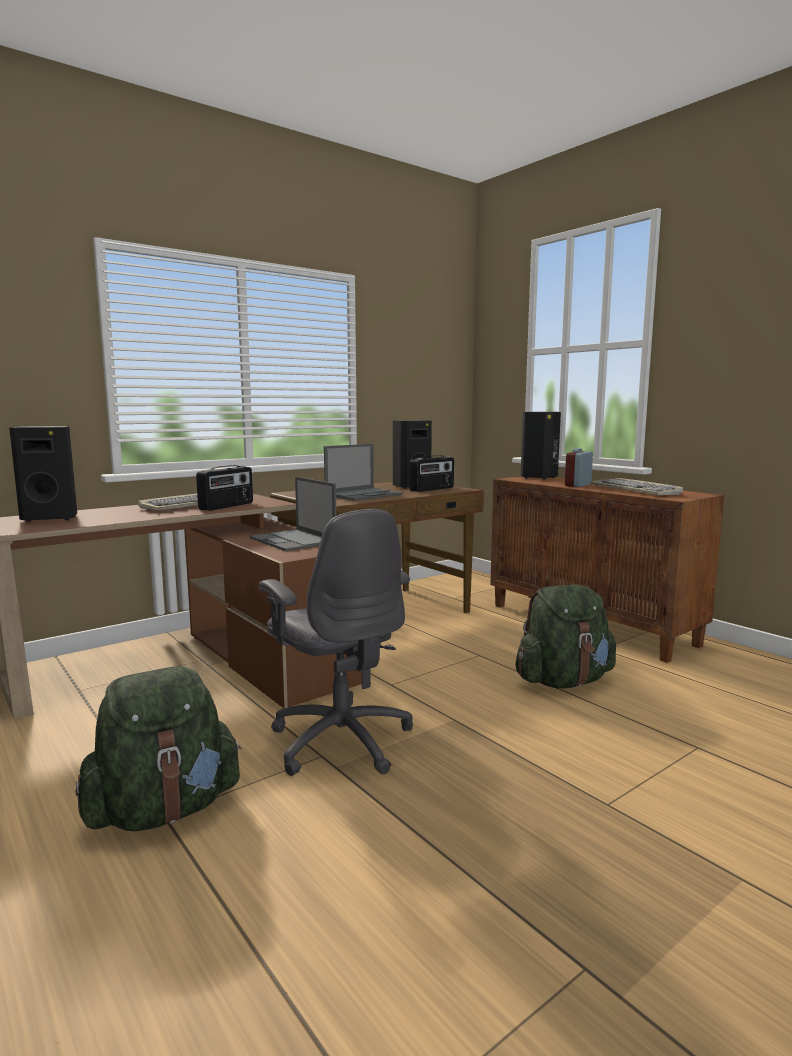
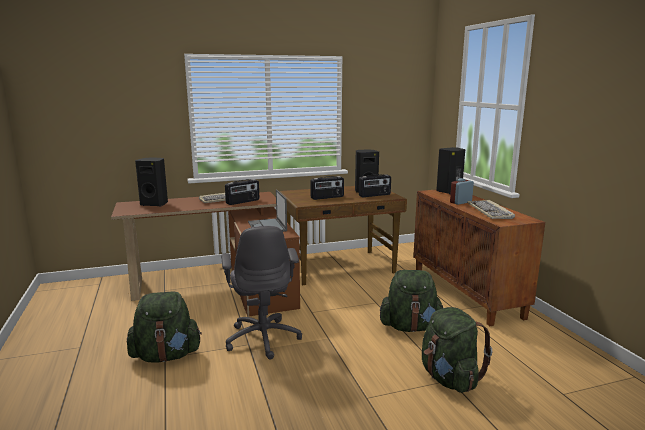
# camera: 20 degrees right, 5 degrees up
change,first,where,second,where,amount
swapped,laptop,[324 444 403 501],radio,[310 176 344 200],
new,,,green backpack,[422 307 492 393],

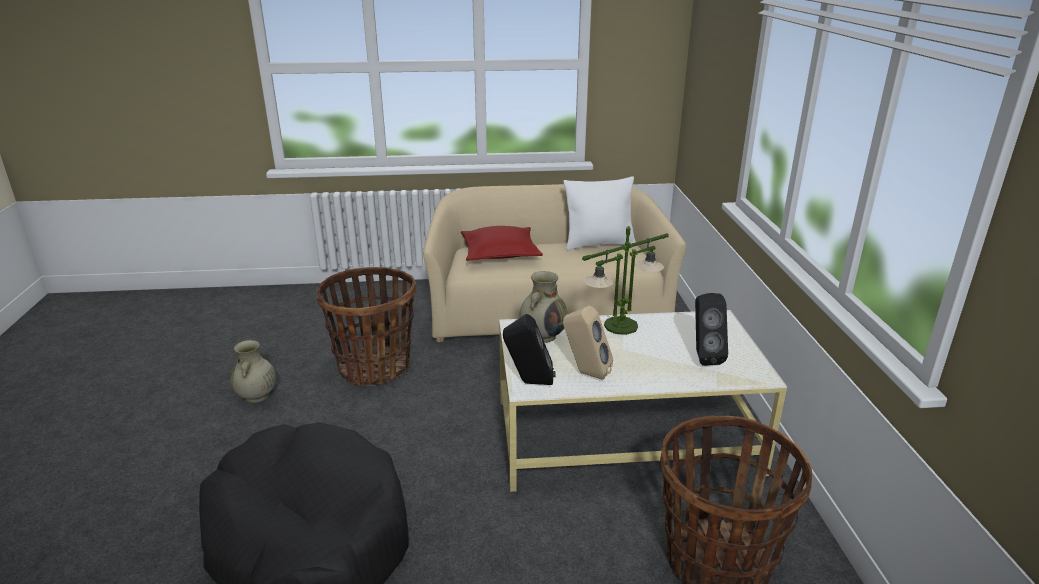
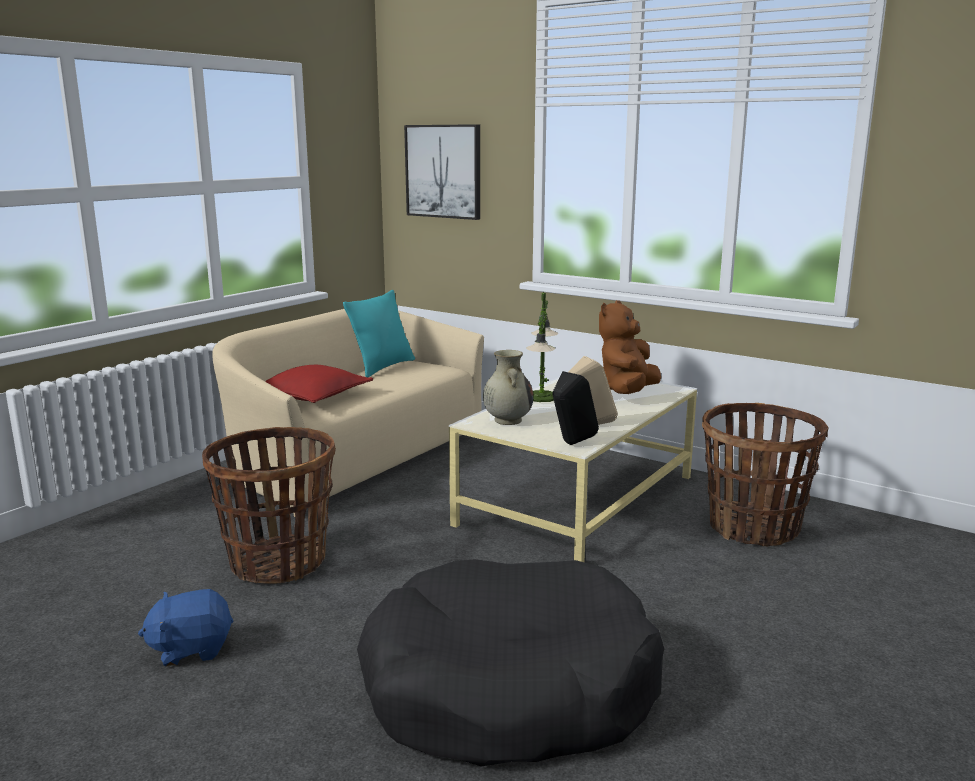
# camera: 50 degrees left, 10 degrees down
change,first,where,second,where,amount
swapped,beige vase,[231 340 276 403],blue plush toy,[138 589 233 667],
repainted,white pillow,[564 176 636 250],turquoise pillow,[343 290 415 377],
swapped,black speaker,[695 293 728 366],brown plush toy,[599 300 661 394],
new,,,picture,[404 124 480 220],

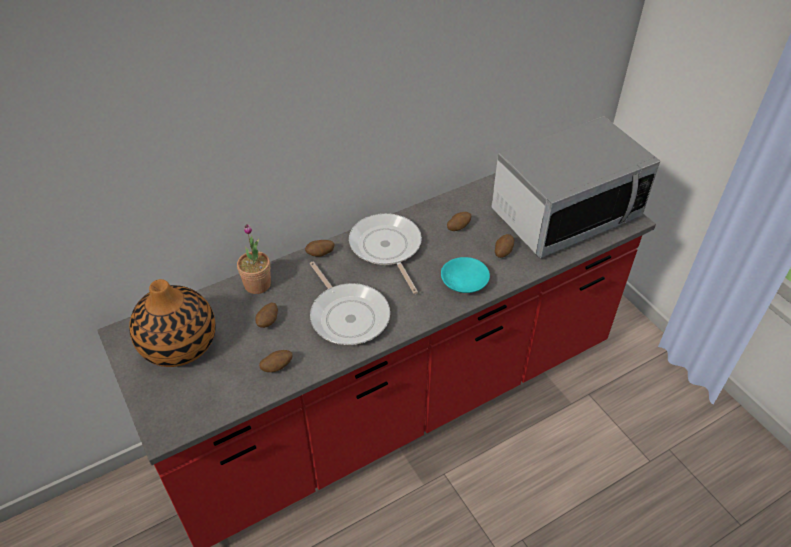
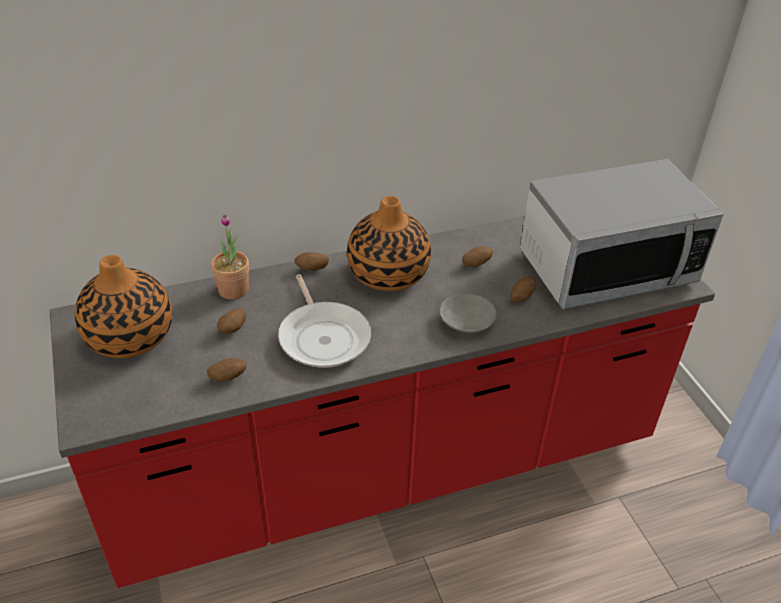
# camera: 10 degrees right, 5 degrees down
change,first,where,second,where,amount
swapped,frying pan,[349 213 422 294],vase,[347 196 431 291],
repainted,turquoise bowl,[441 257 490 293],grey bowl,[440 294 497 333],

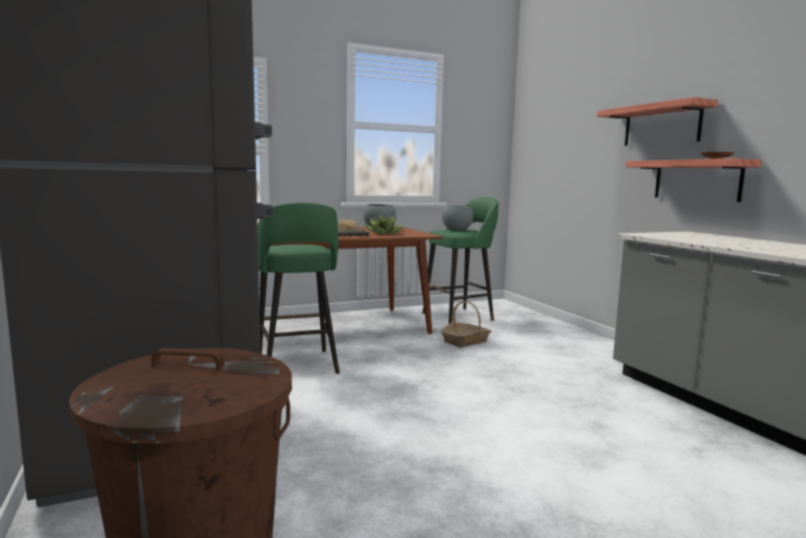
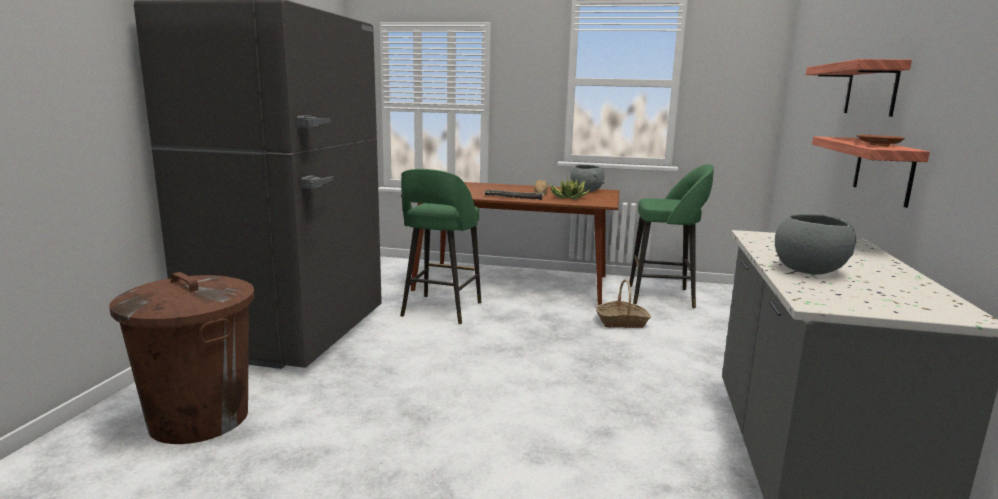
# camera: 35 degrees right, 5 degrees up
change,first,where,second,where,amount
shifted,grey bowl,[442 206 474 230],,[775 214 856 275],

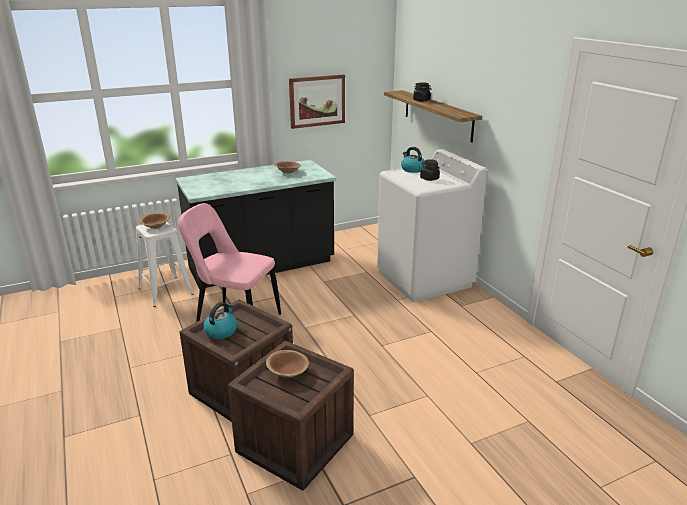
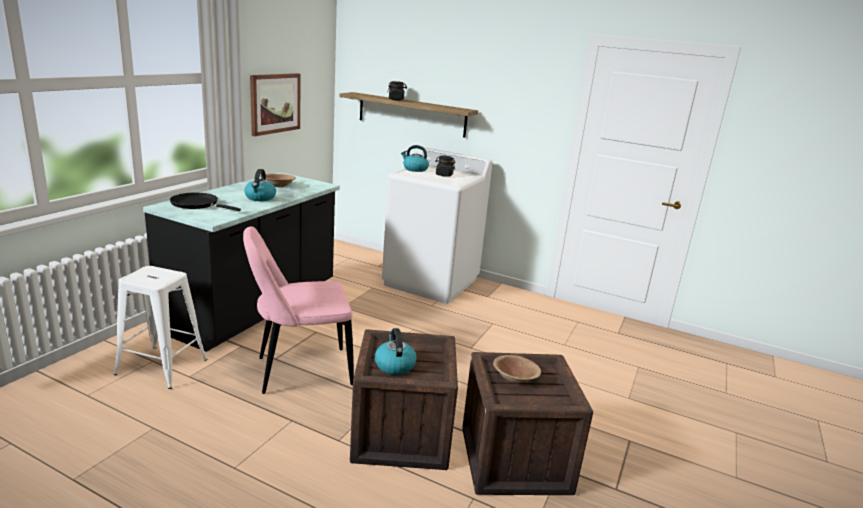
# camera: 40 degrees left, 5 degrees down
change,first,where,second,where,amount
gone,brown bowl,[139 212 170 229],,,
new,,,black frying pan,[170 193 241 211],
new,,,kettle,[244 169 276 201],

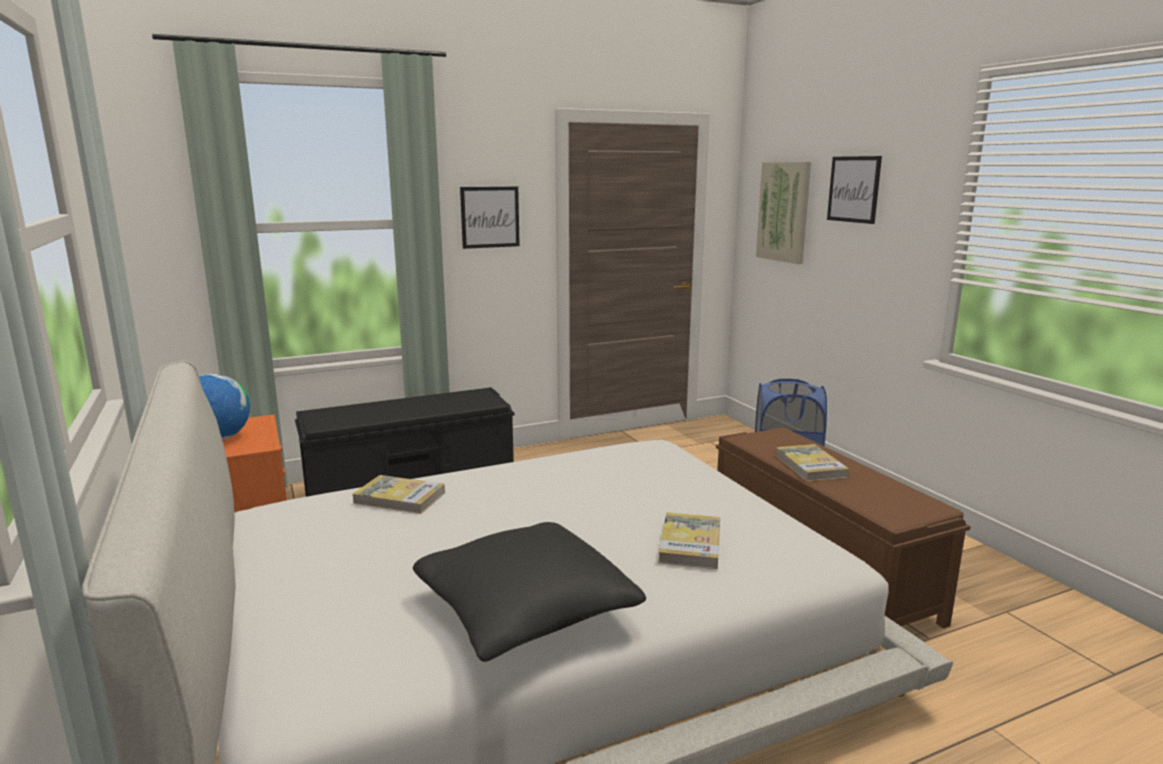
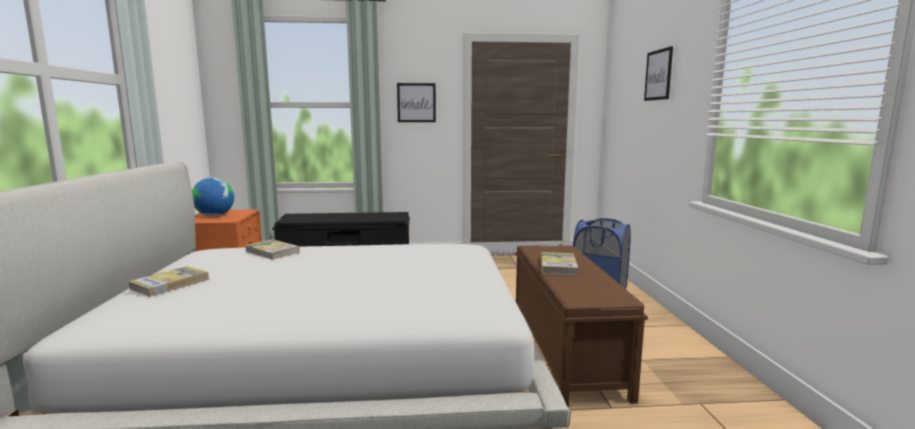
# camera: 20 degrees right, 5 degrees down
change,first,where,second,where,amount
gone,black pillow,[413 522 646 662],,,
shifted,book,[658 512 720 569],,[128 266 209 297],
gone,picture,[756 162 811 264],,,

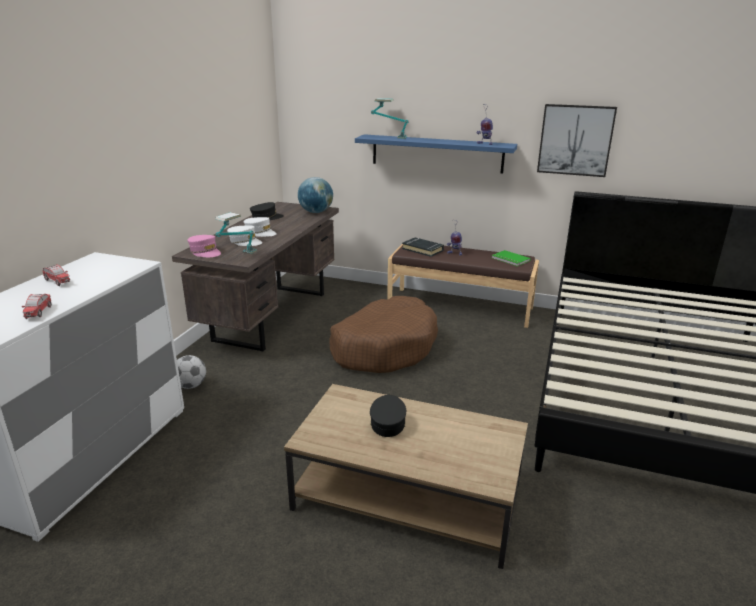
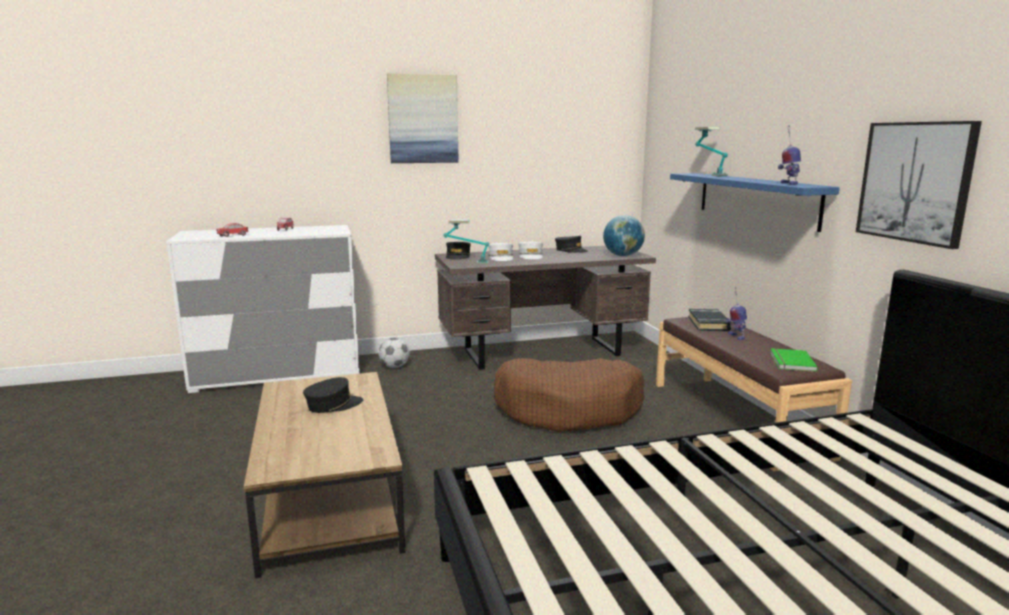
# camera: 55 degrees right, 10 degrees down
change,first,where,second,where,amount
repainted,pink cap,[187 235 221 257],black cap,[446 242 471 260],
new,,,picture,[387 73 459 163],

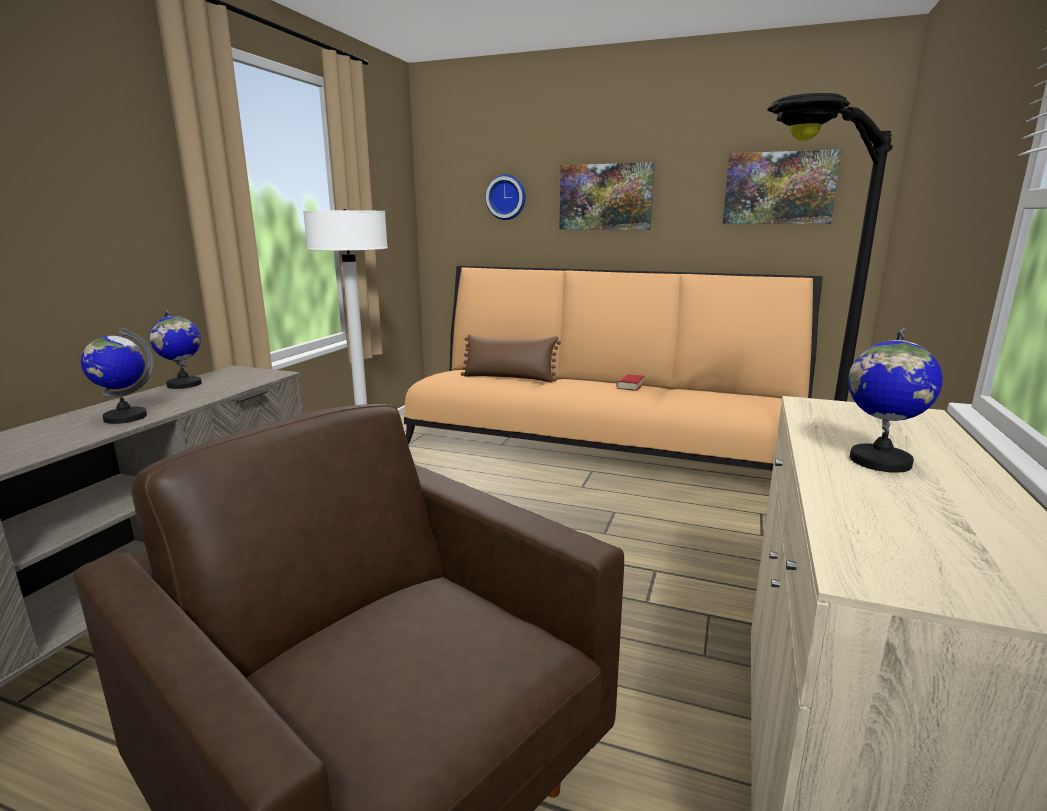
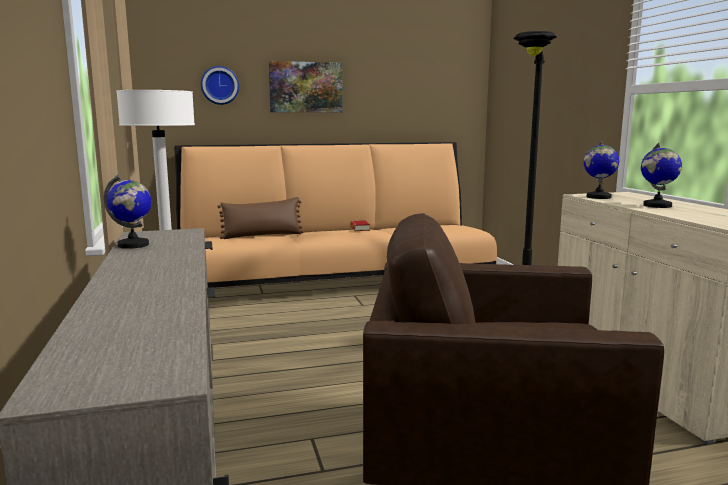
# camera: 35 degrees left, 5 degrees down
change,first,where,second,where,amount
shifted,globe,[81 328 154 424],,[584 140 619 199],
gone,picture,[723 150 842 224],,,

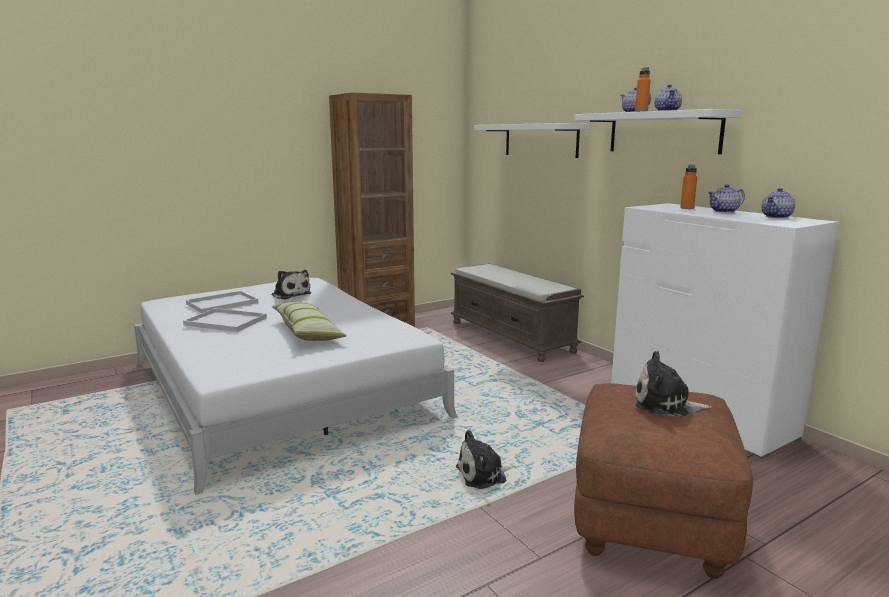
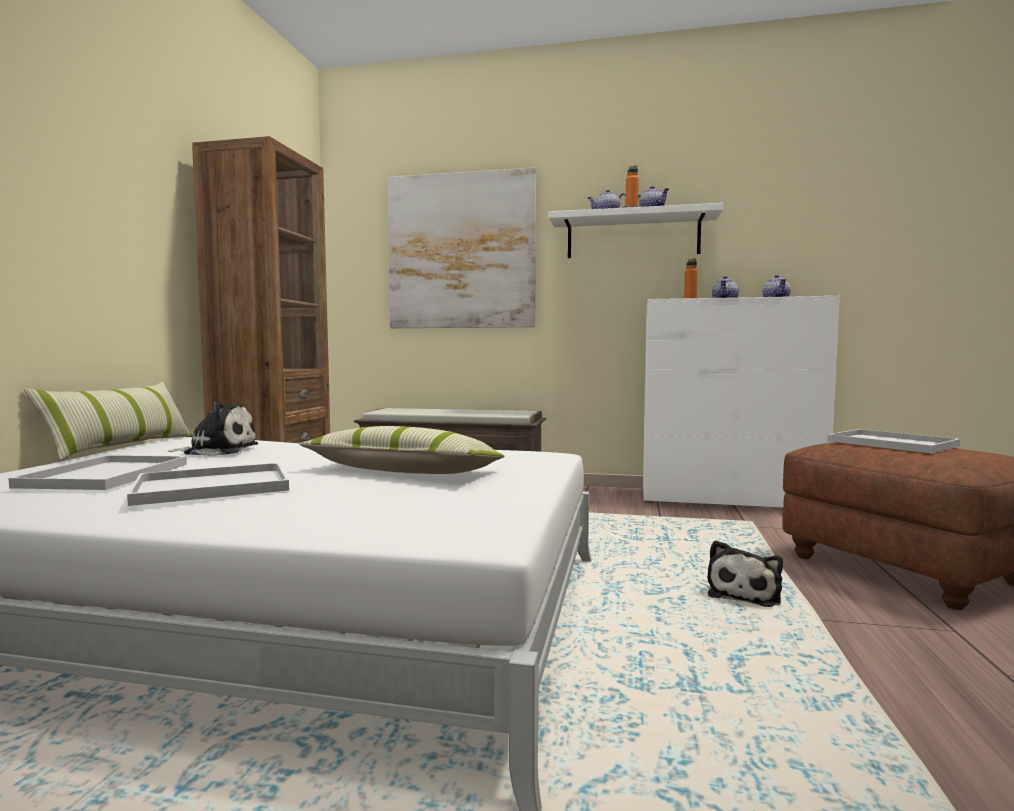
# camera: 45 degrees left, 10 degrees down
change,first,where,second,where,amount
swapped,white shelf,[474 123 589 158],picture,[387 167 536 328],
swapped,plush toy,[636 351 712 417],white tray,[827 429 961 453],
new,,,pillow,[24 382 193 460],

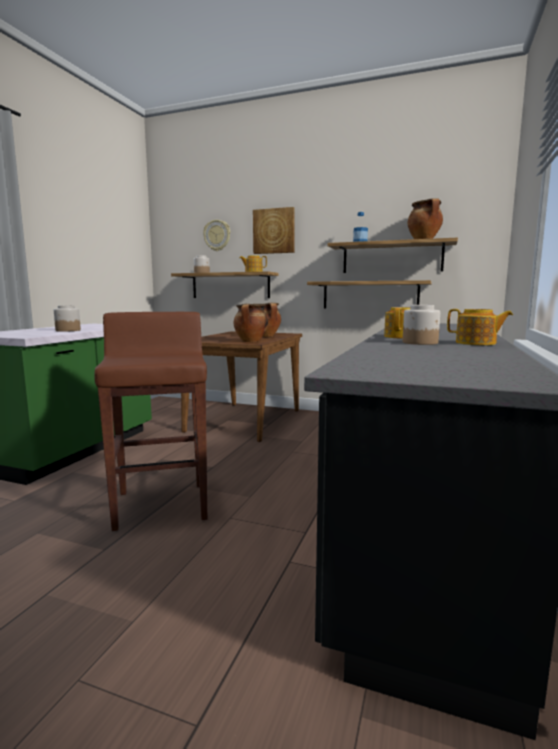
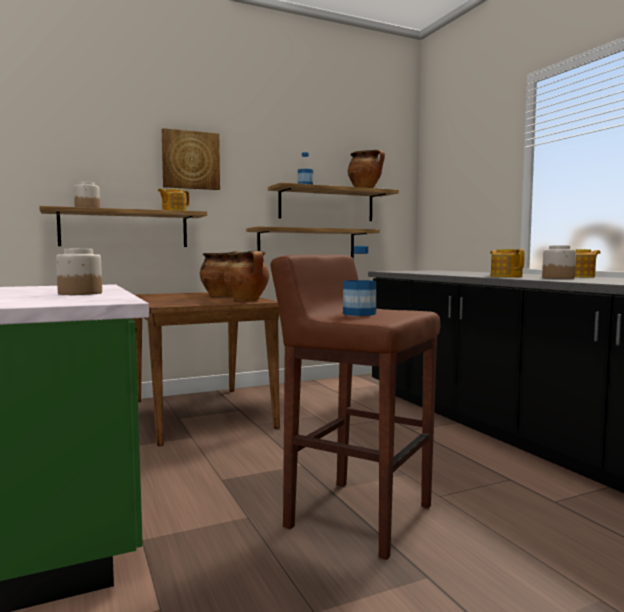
# camera: 45 degrees left, 5 degrees down
change,first,where,second,where,amount
gone,wall clock,[203 220 230 251],,,
new,,,bottle,[343 246 376 316],

